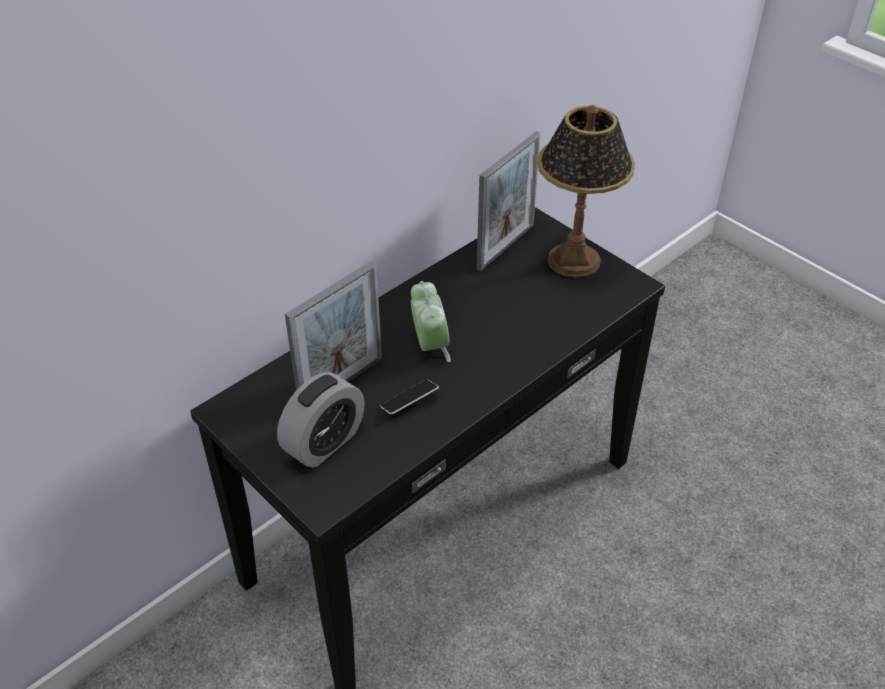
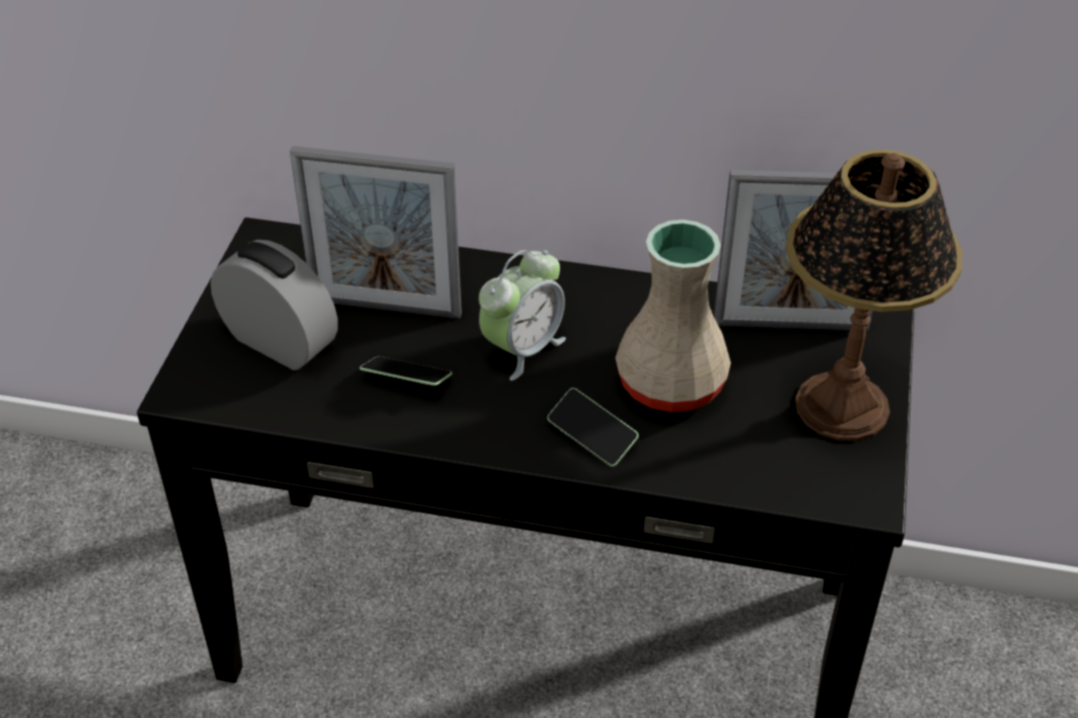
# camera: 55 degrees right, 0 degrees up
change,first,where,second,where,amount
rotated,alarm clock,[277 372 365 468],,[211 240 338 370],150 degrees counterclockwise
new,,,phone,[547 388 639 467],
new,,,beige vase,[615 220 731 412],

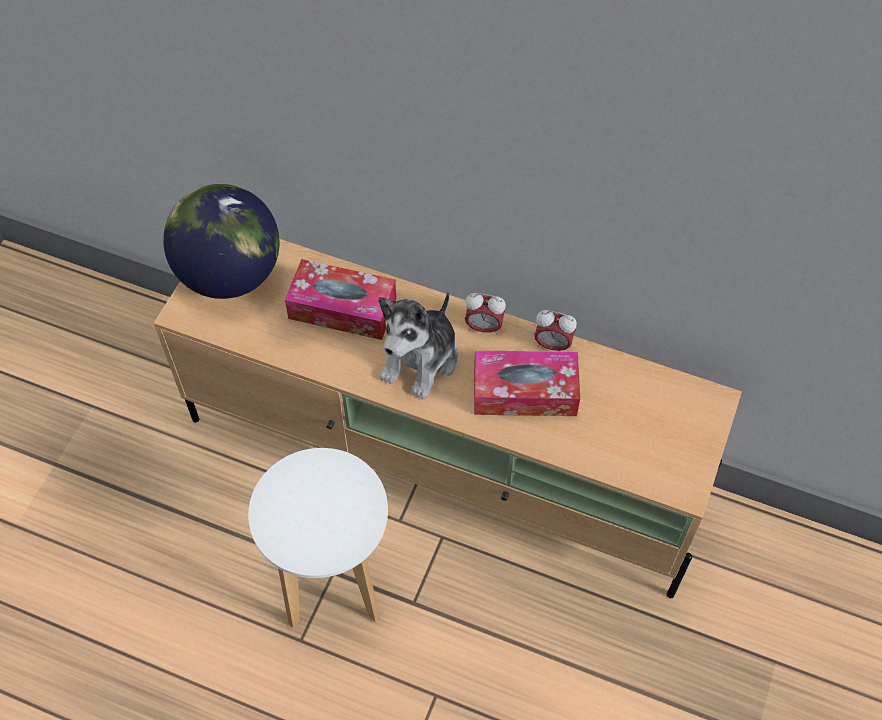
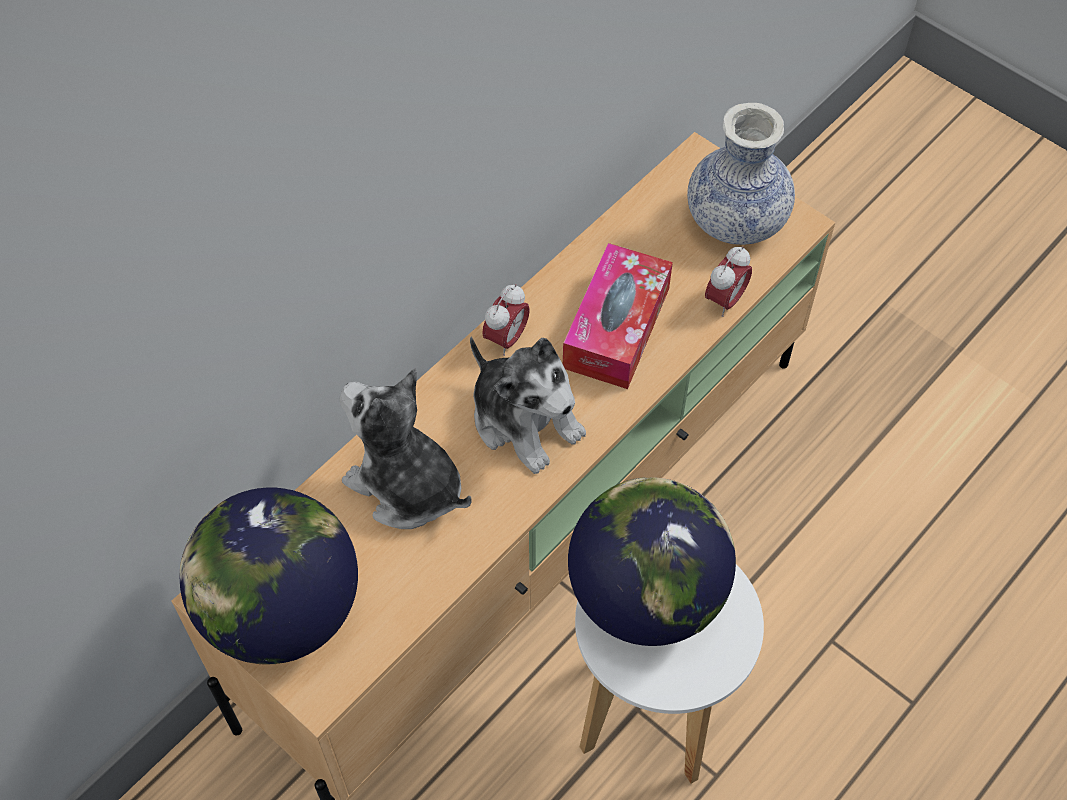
# camera: 70 degrees left, 0 degrees up
change,first,where,second,where,amount
swapped,tissue box,[285 259 396 340],plush toy,[340 368 472 529],
shifted,alarm clock,[534 310 577 352],,[705 246 752 317],
new,,,globe,[568 477 736 646],
new,,,vase,[687 103 795 245],

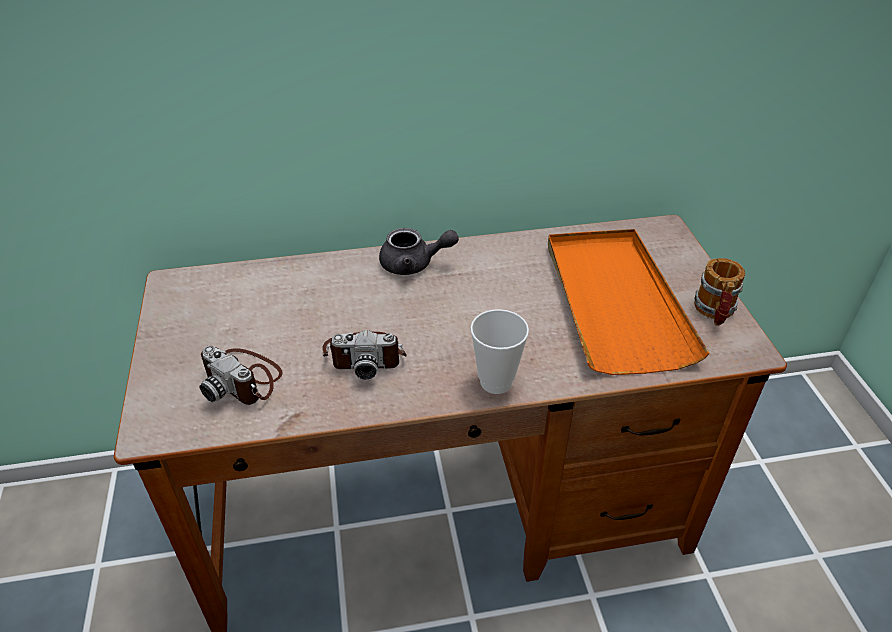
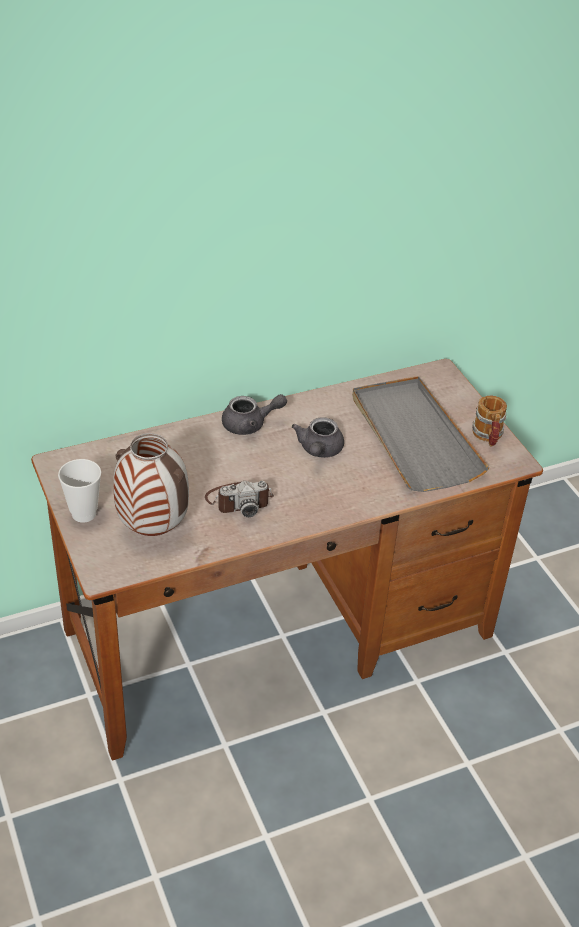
# camera: 15 degrees left, 0 degrees up
change,first,where,second,where,amount
swapped,photo camera,[200 346 283 405],vase,[113 433 189 536],
shifted,cup,[470 309 529 394],,[58 459 101 523],
repainted,orange tray,[548 229 710 375],grey tray,[352 376 489 492],
new,,,grey teapot,[292 417 344 458],

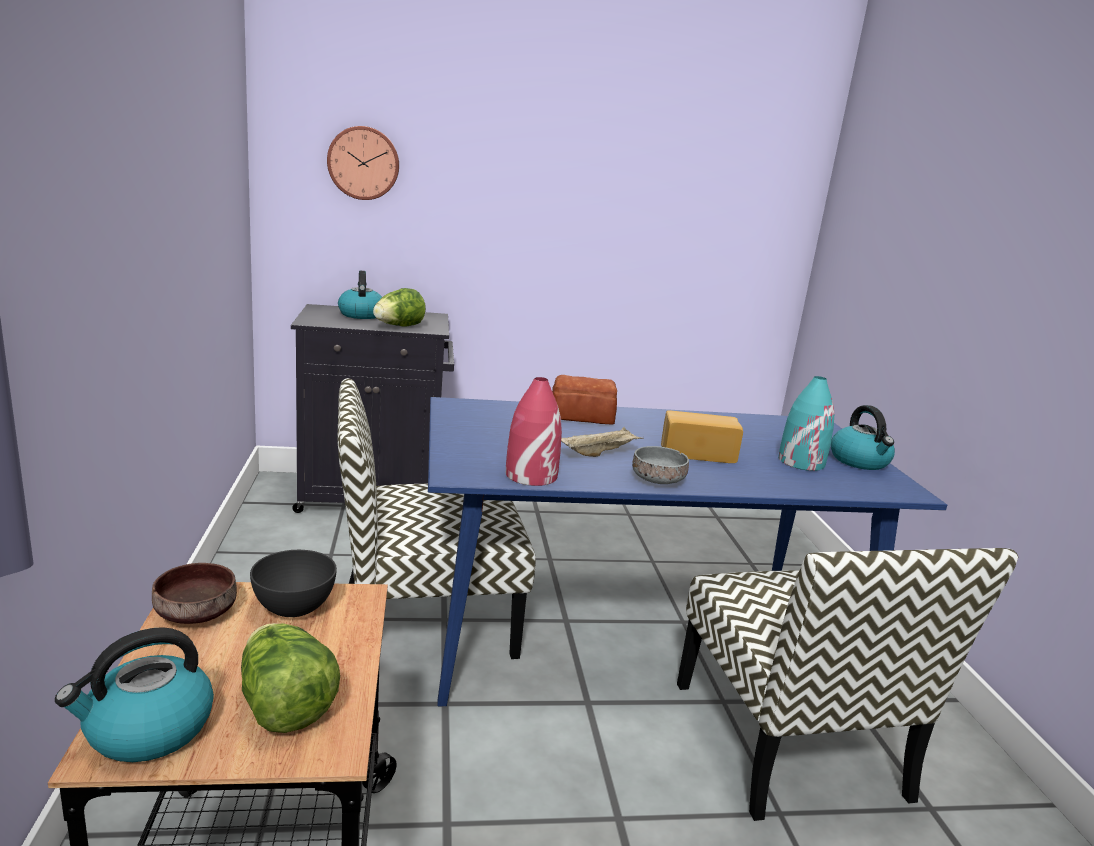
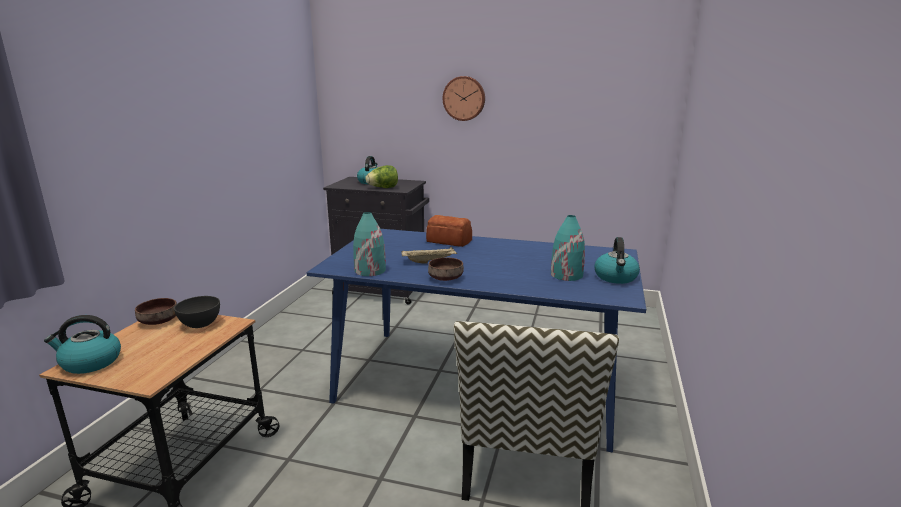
# camera: 25 degrees right, 0 degrees up
change,first,where,second,where,amount
gone,lettuce,[241 623 340 733],,,
shifted,wall clock,[327 126 399 200],,[443 76 485 121],
gone,chair,[337 378 536 659],,,
repainted,red vase,[506 377 562 486],turquoise vase,[353 212 386 276],
repainted,grey bowl,[632 446 689 484],brown bowl,[428 257 464 281],
gone,bread,[661 410 743 463],,,

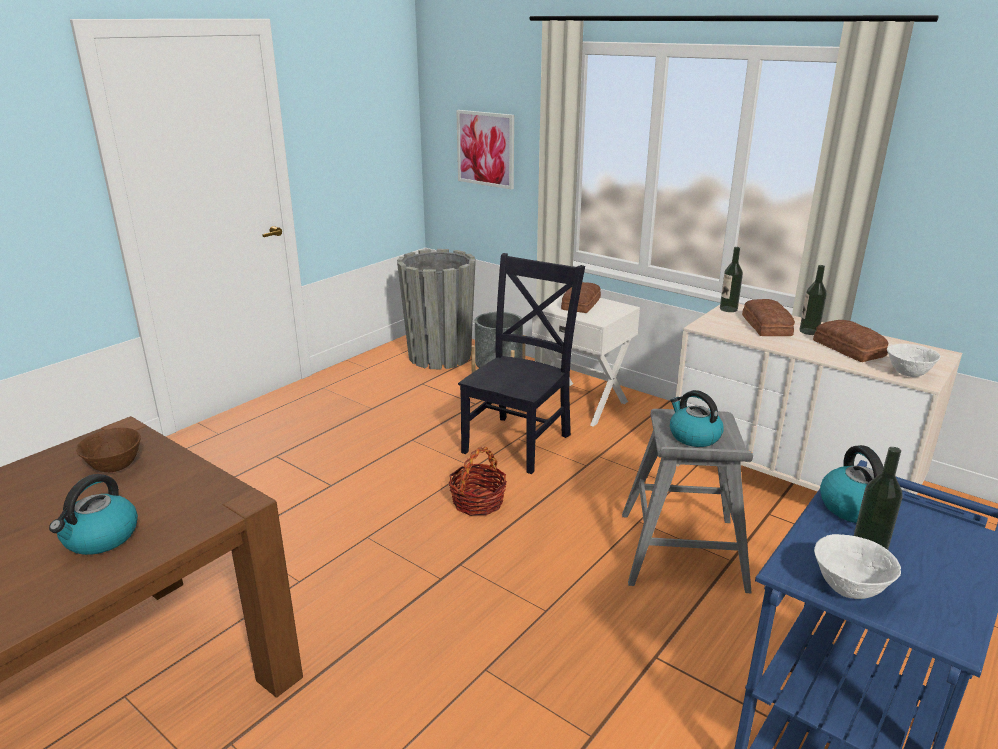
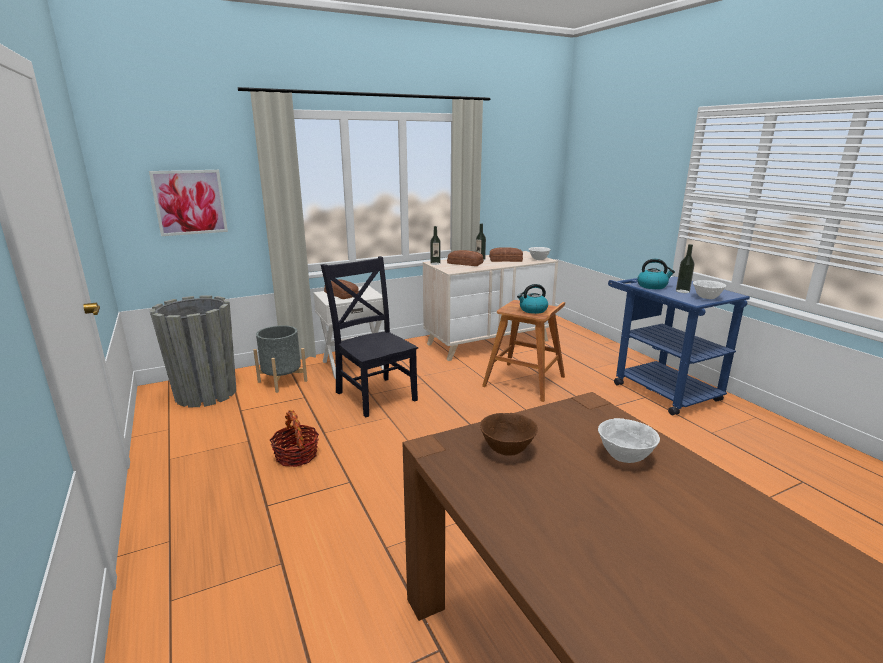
# camera: 65 degrees left, 5 degrees down
change,first,where,second,where,amount
swapped,kettle,[49 474 138 555],white bowl,[598 418 660 463],
shifted,basket,[449 447 507 516],,[270 410 319 467],
repainted,grey stool,[622 409 753 593],brown stool,[482 300 565 402],

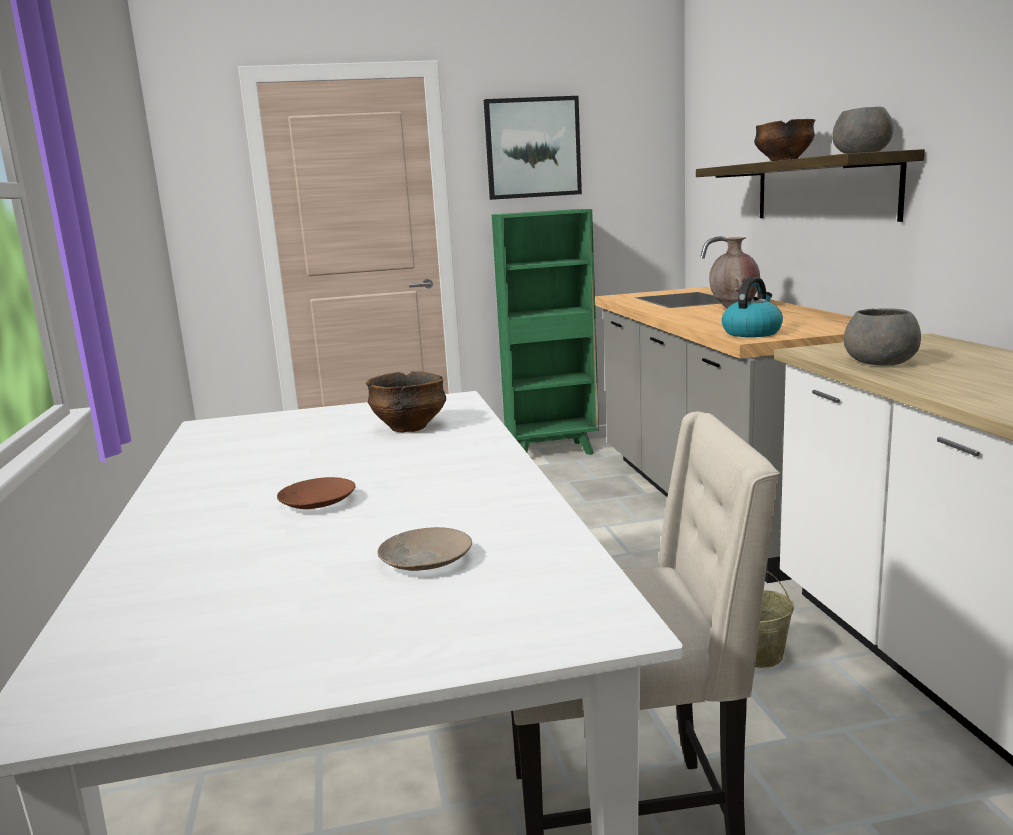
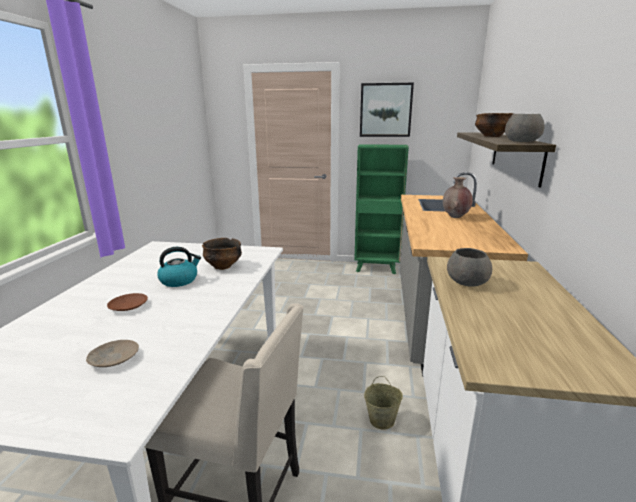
# camera: 20 degrees right, 5 degrees up
change,first,where,second,where,amount
shifted,kettle,[722 277 783 337],,[157 247 201 287],

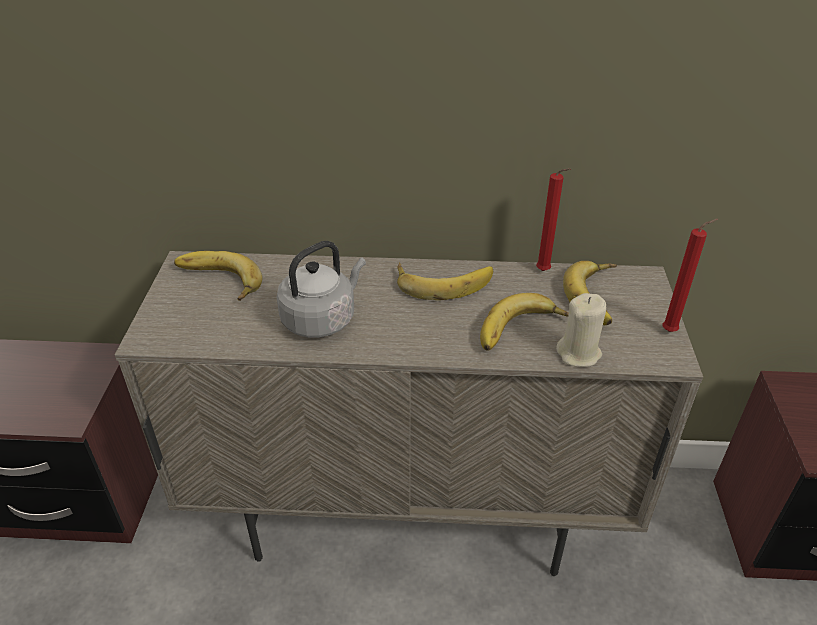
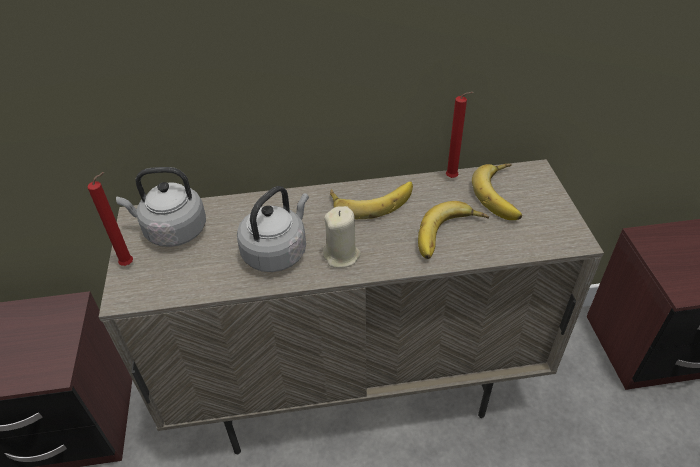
# camera: 10 degrees left, 5 degrees up
change,first,where,second,where,amount
swapped,banana,[174 251 262 301],grey kettle,[116 167 206 247],
shifted,beige candle,[556 293 606 367],,[323 206 361 268],
shifted,red candle,[662 219 718 332],,[87 172 133 266],

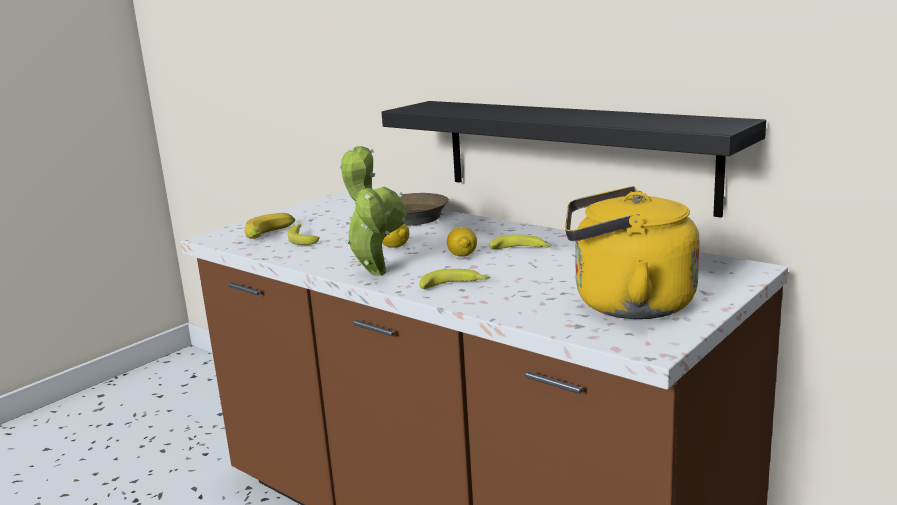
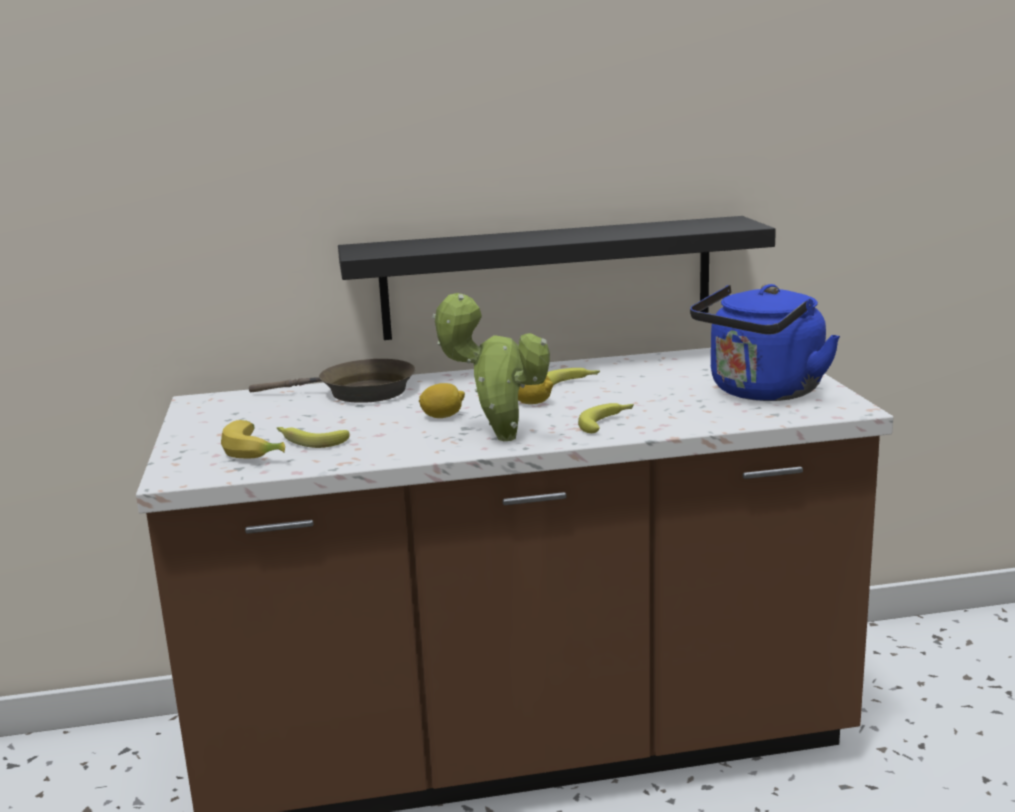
# camera: 50 degrees left, 0 degrees up
change,first,where,second,where,amount
repainted,yellow kettle,[565 186 700 319],blue kettle,[690 284 840 401],

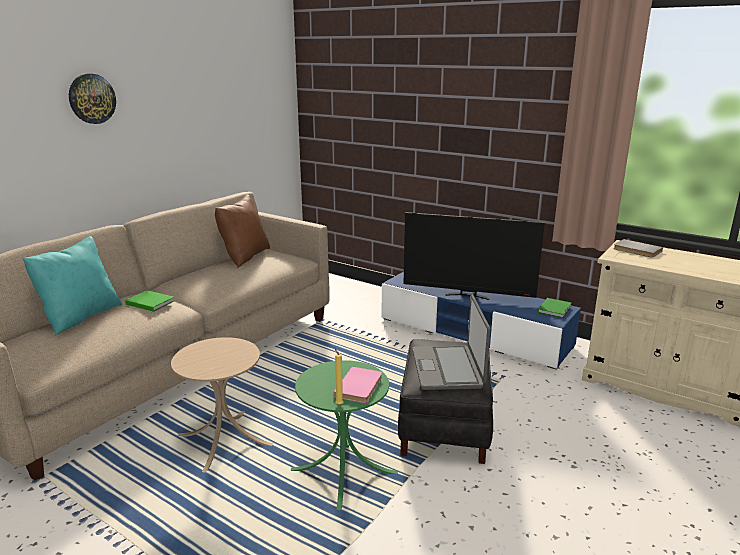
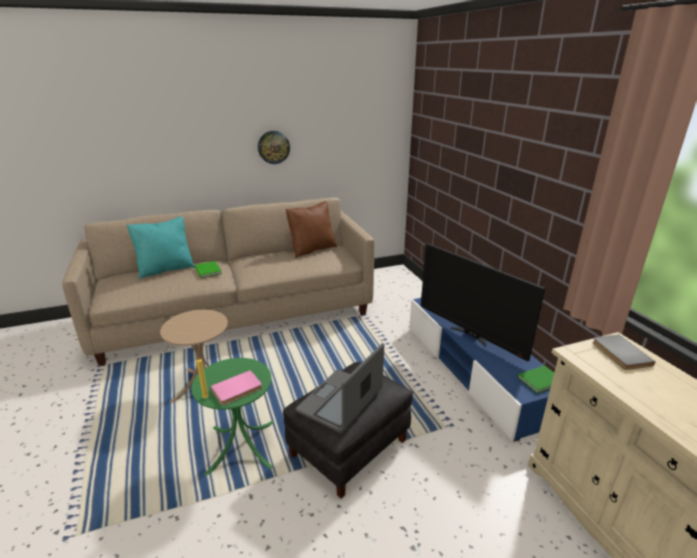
# camera: 35 degrees right, 5 degrees up
change,first,where,second,where,amount
shifted,wall clock,[69 74 116 124],,[258 131 290 164],

